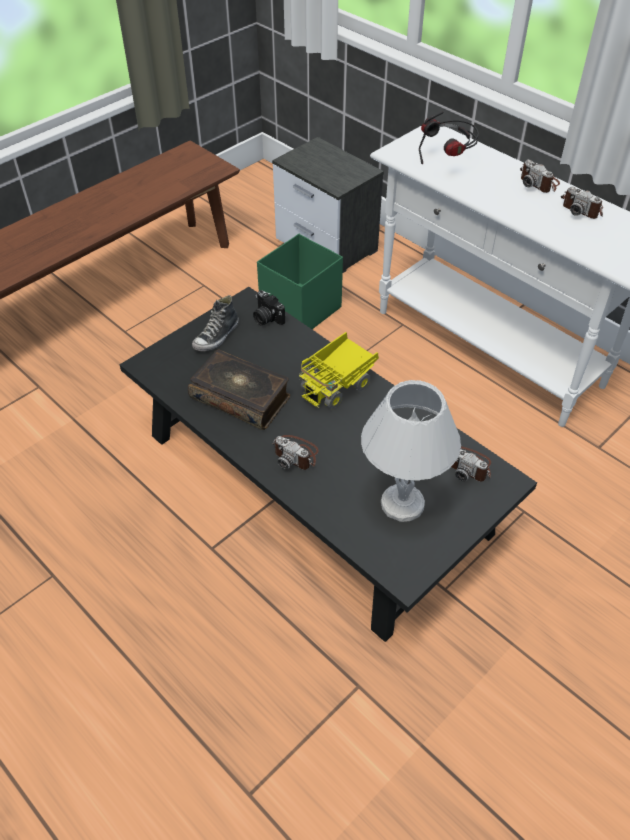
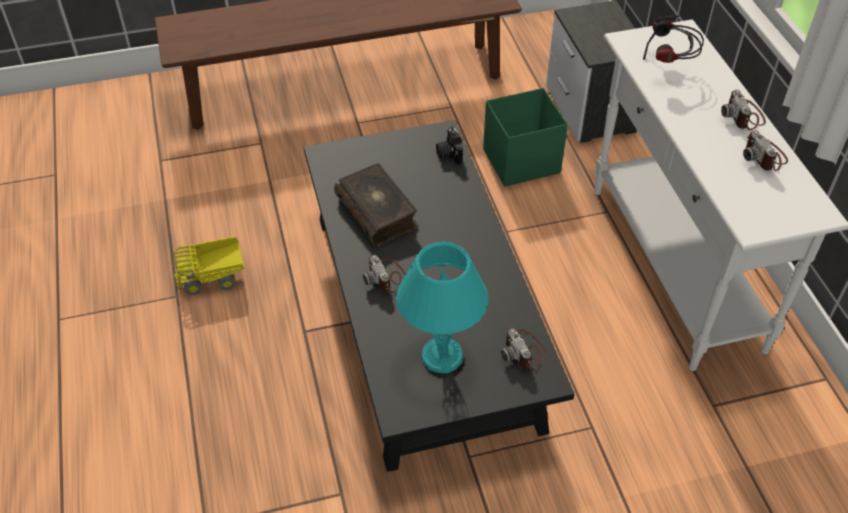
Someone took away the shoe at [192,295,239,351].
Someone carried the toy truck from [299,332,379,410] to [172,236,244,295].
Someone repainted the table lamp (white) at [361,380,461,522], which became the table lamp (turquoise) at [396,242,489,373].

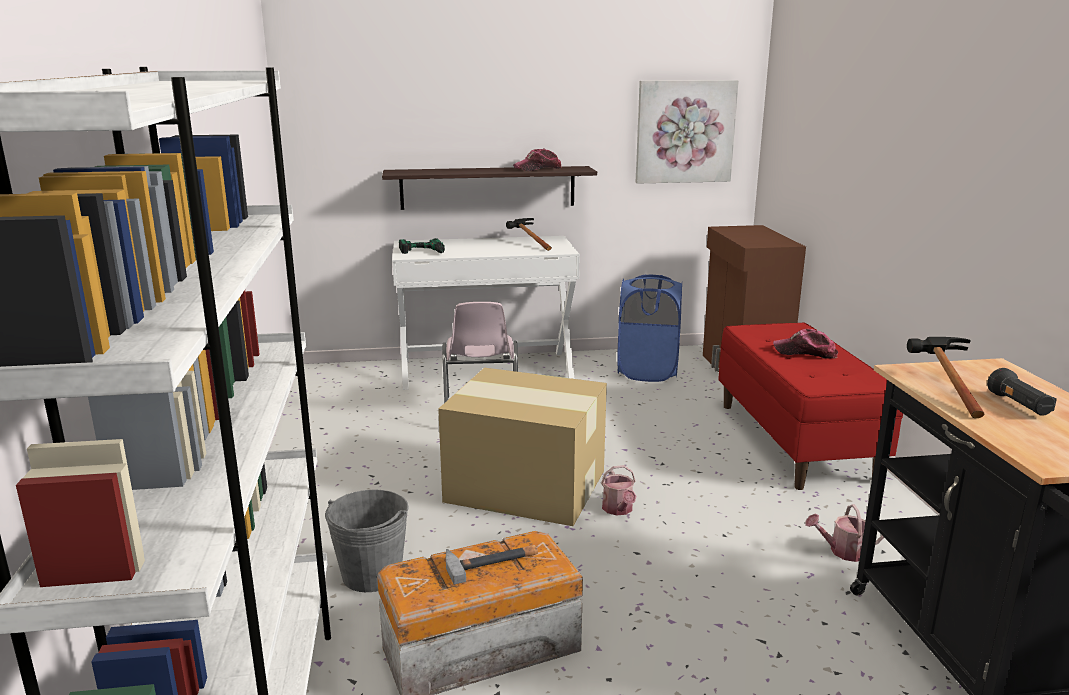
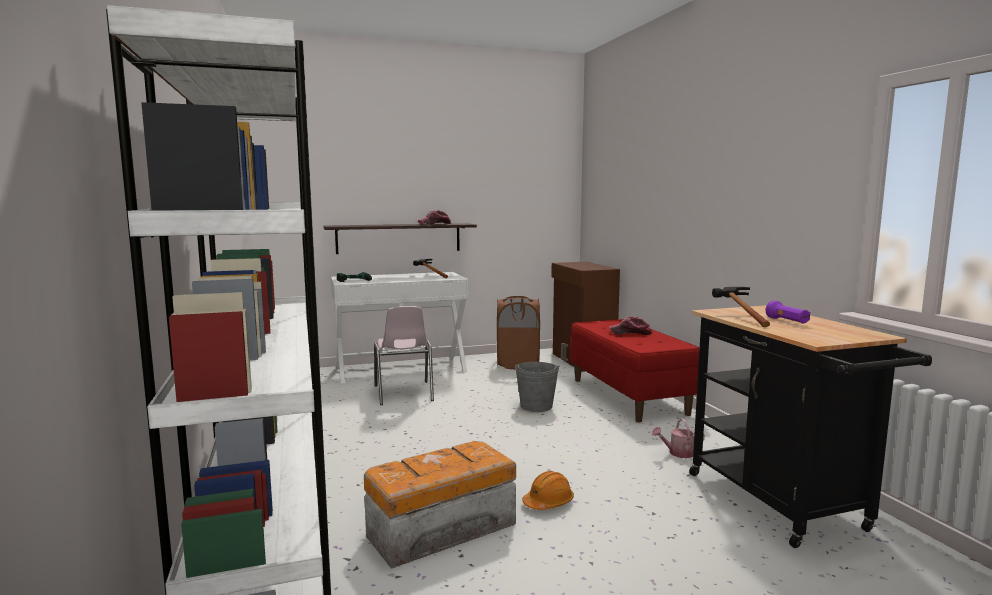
Someone carried the bucket (grey) from [325,490,409,592] to [515,362,560,412].
Someone took away the cardboard box at [438,368,607,526].
Someone took away the hammer at [446,545,538,584].
Someone took away the watering can at [601,465,637,516].
Someone repainted the laundry basket (blue) at [617,275,682,382], which became the laundry basket (brown) at [497,296,540,370].
Someone took away the picture at [636,80,739,184].
Someone repainted the flashlight (black) at [987,368,1057,416], which became the flashlight (purple) at [765,300,810,323].
Someone put down the hard hat (orange) at [522,471,574,510].

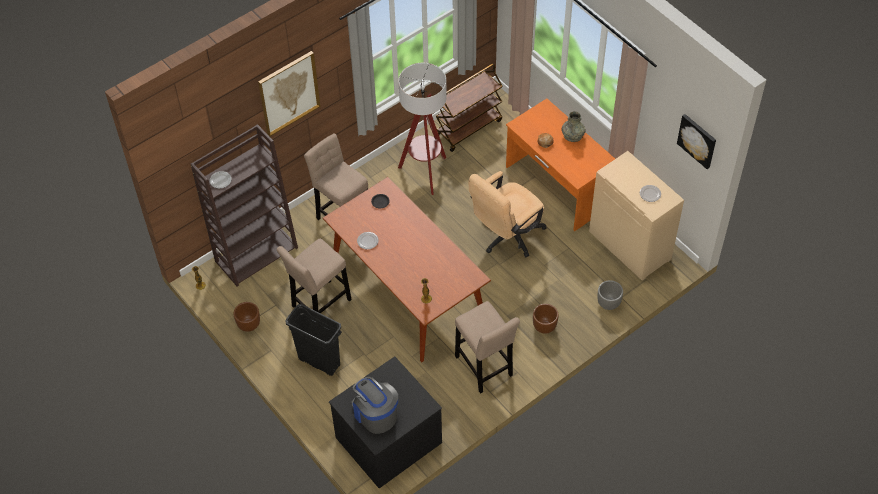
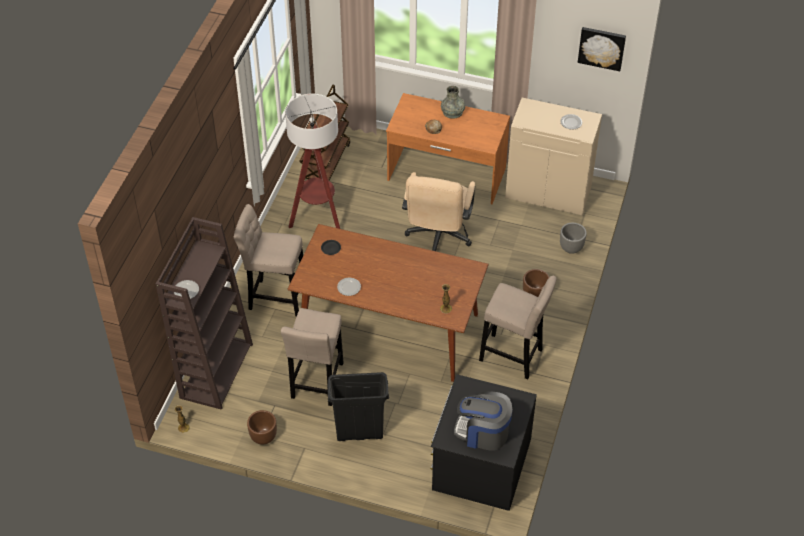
Someone took away the picture at [258,51,320,137].

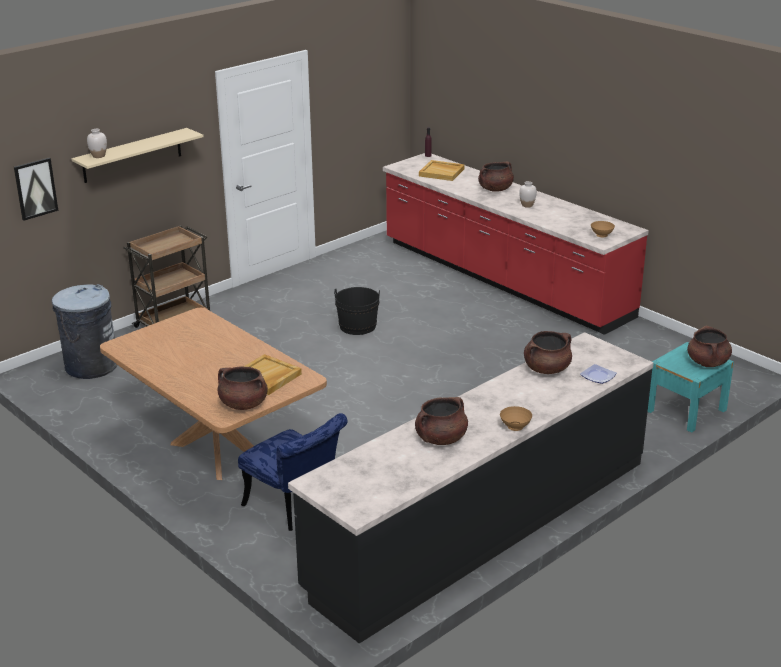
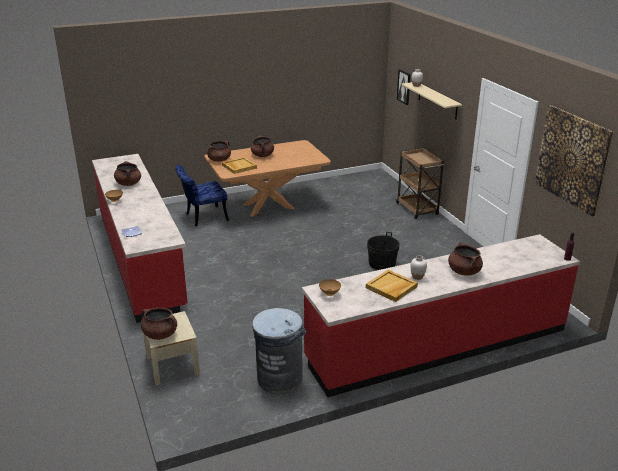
Someone carried the trash can (grey) from [52,284,117,379] to [252,308,307,394].
Someone repainted the counter (black) at [288,332,654,644], which became the counter (red) at [92,154,188,323].
Someone carried the tray (beige) from [419,160,465,181] to [366,270,418,302].
Someone carried the cooking pot (brown) from [524,331,572,374] to [251,136,274,157].
Someone repainted the nightstand (turquoise) at [648,342,734,433], which became the nightstand (beige) at [141,311,200,385].
Someone put up the picture at [535,105,614,217].

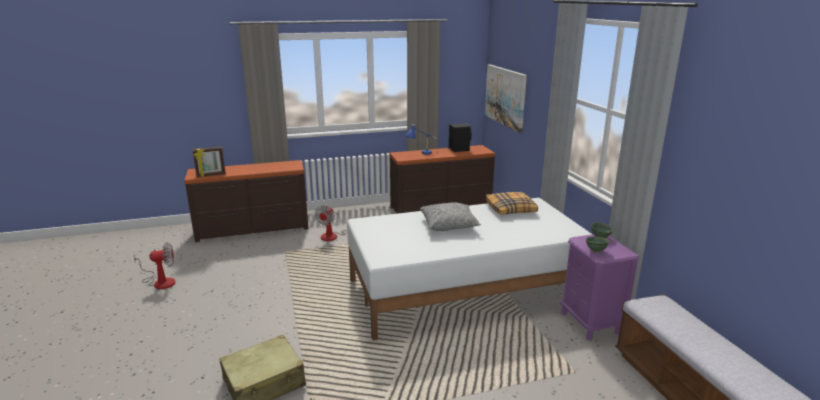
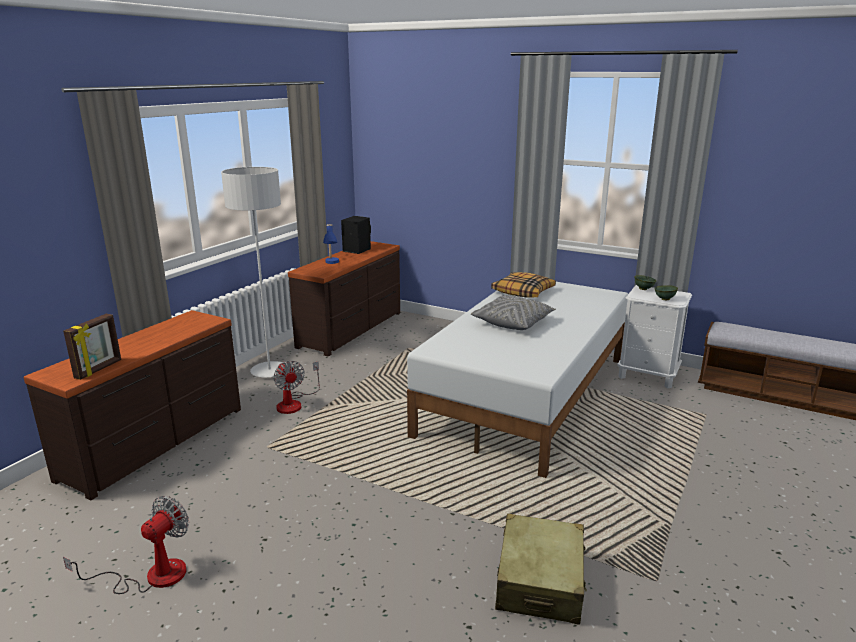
Someone took away the picture at [485,64,527,133].
Someone repainted the nightstand (purple) at [560,234,640,340], which became the nightstand (white) at [617,285,692,389].
Someone put down the floor lamp (grey) at [221,167,283,378].

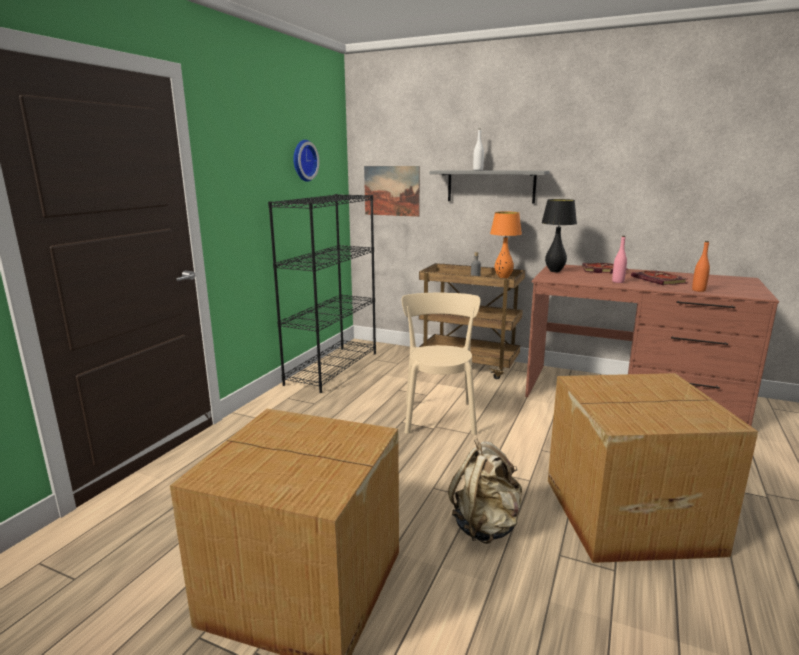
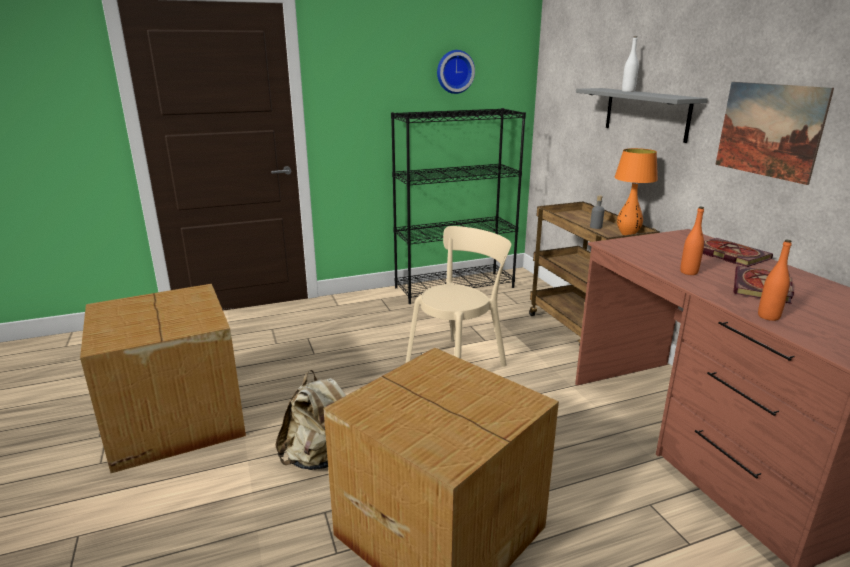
Someone carried the picture from [364,166,420,217] to [715,82,834,185].
Someone took away the table lamp (black) at [541,199,577,272].
Someone repainted the bottle (pink) at [612,236,627,283], which became the bottle (orange) at [680,207,704,275].

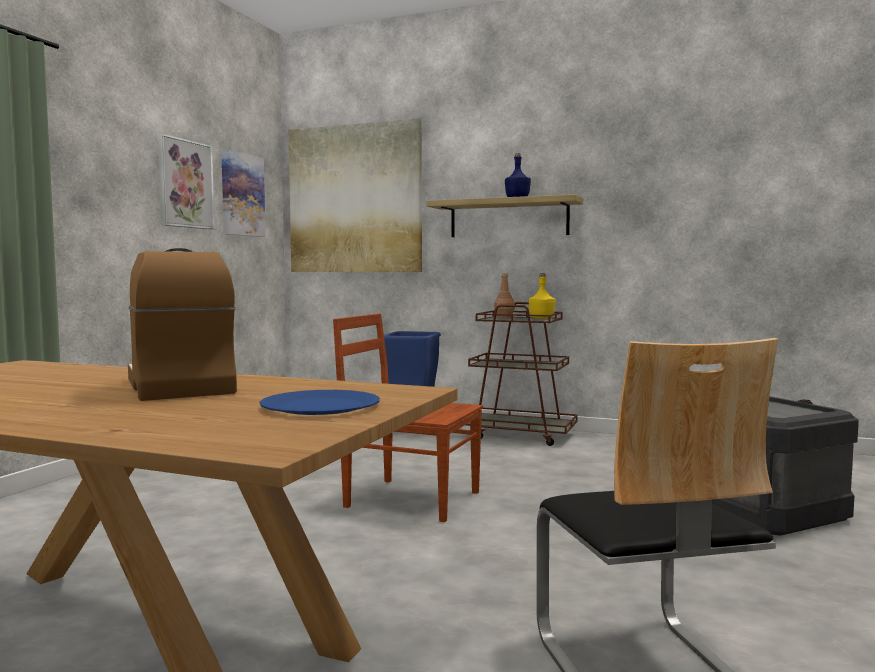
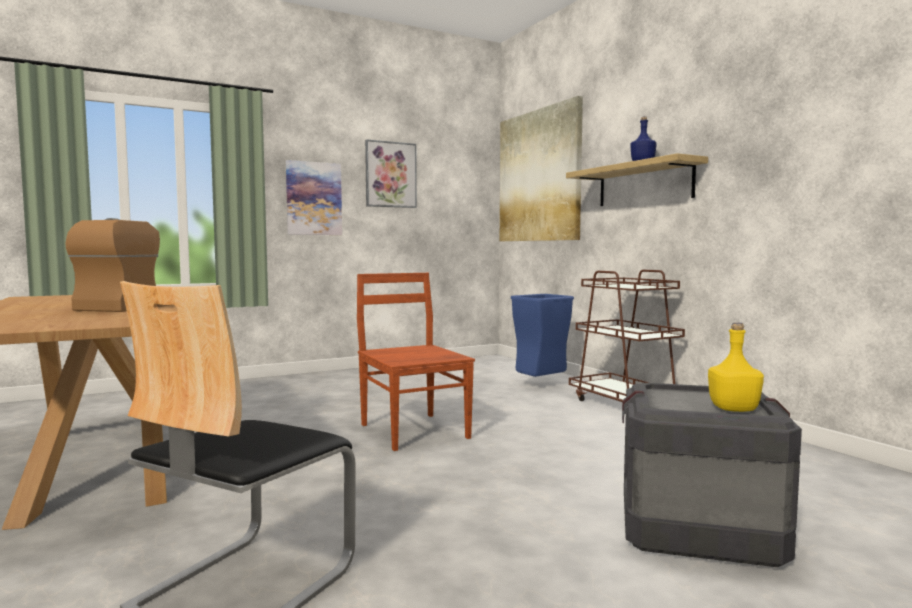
Someone carried the picture from [221,149,266,237] to [286,160,342,235].
Someone took away the plate (blue) at [260,390,380,415].
Someone took away the bottle (brown) at [494,273,515,318].
Someone carried the bottle (yellow) from [529,273,556,319] to [708,322,764,412].

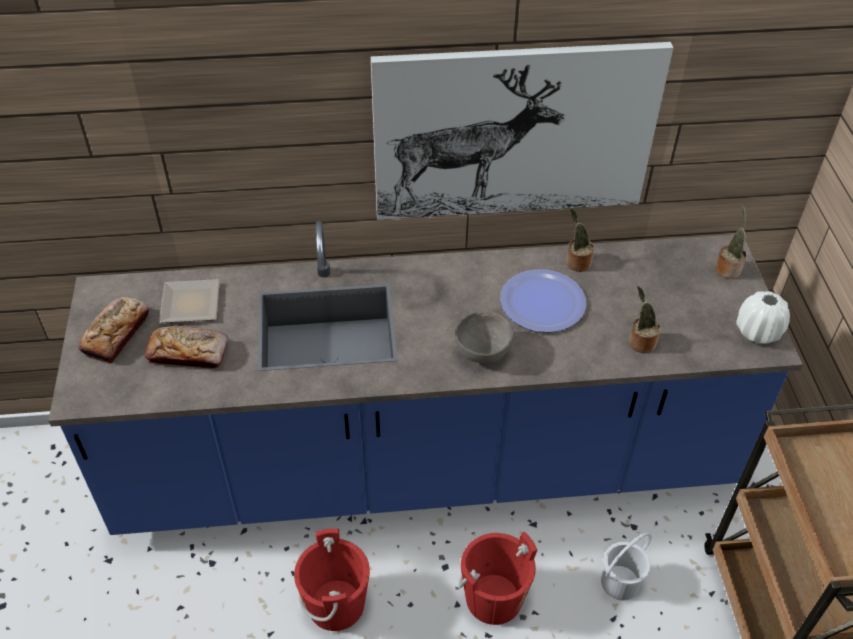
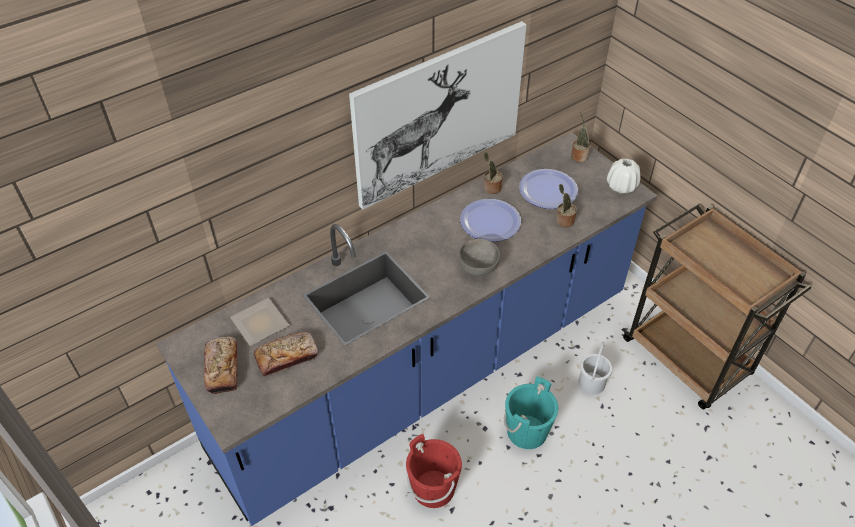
Someone repainted the bucket (red) at [459,532,537,625], which became the bucket (turquoise) at [504,376,558,449].
Someone put down the plate at [519,169,578,209].

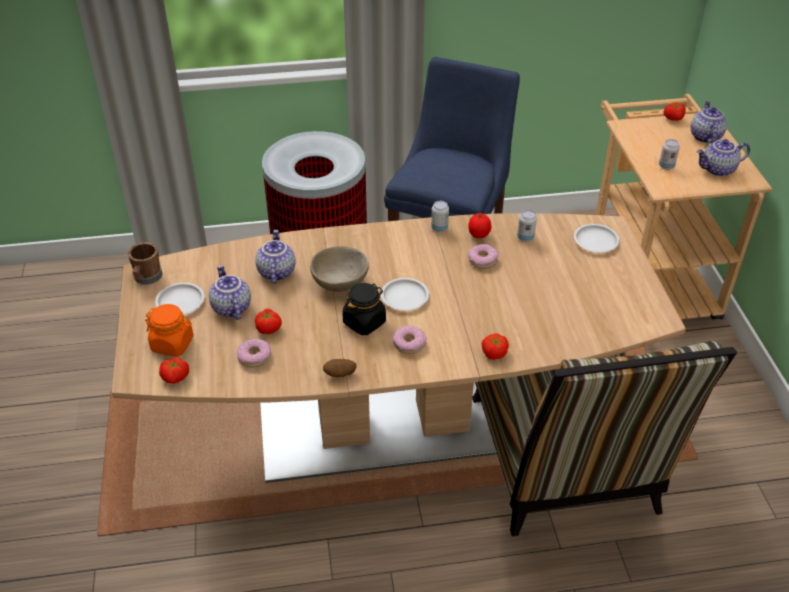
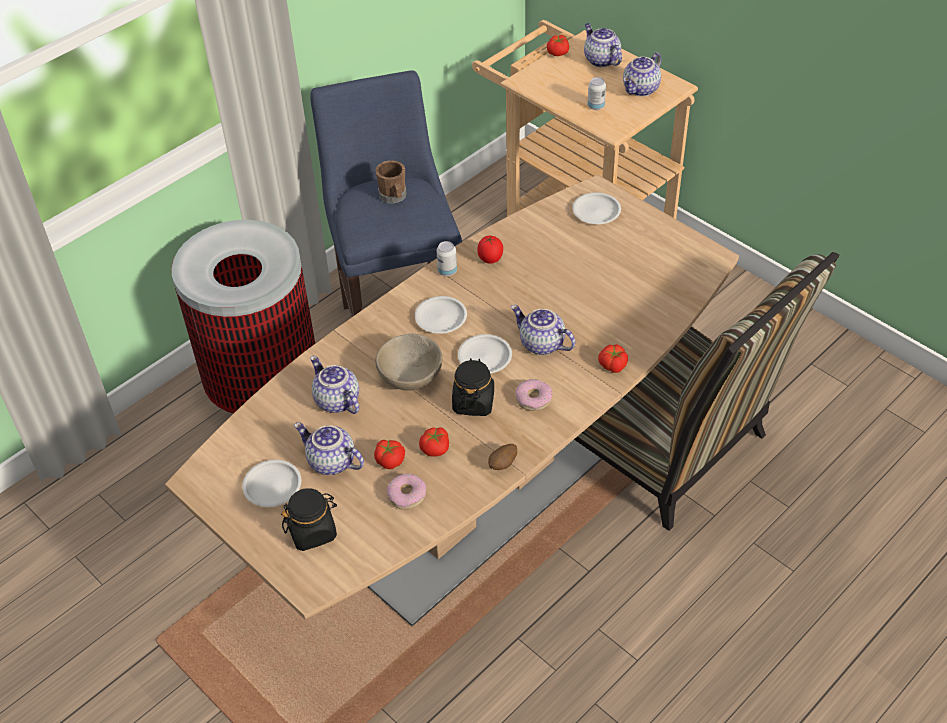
Someone carried the mug (brown) from [128,242,162,285] to [375,160,407,204].
Someone repainted the jar (orange) at [145,304,194,357], which became the jar (black) at [281,488,337,551].
Someone carried the tomato from [159,357,189,384] to [419,427,449,457].
Someone took away the donut at [468,244,499,269].
Someone took away the can at [517,210,537,242].
Someone put down the plate (white) at [415,296,467,334].
Someone put down the teapot at [511,305,575,355].

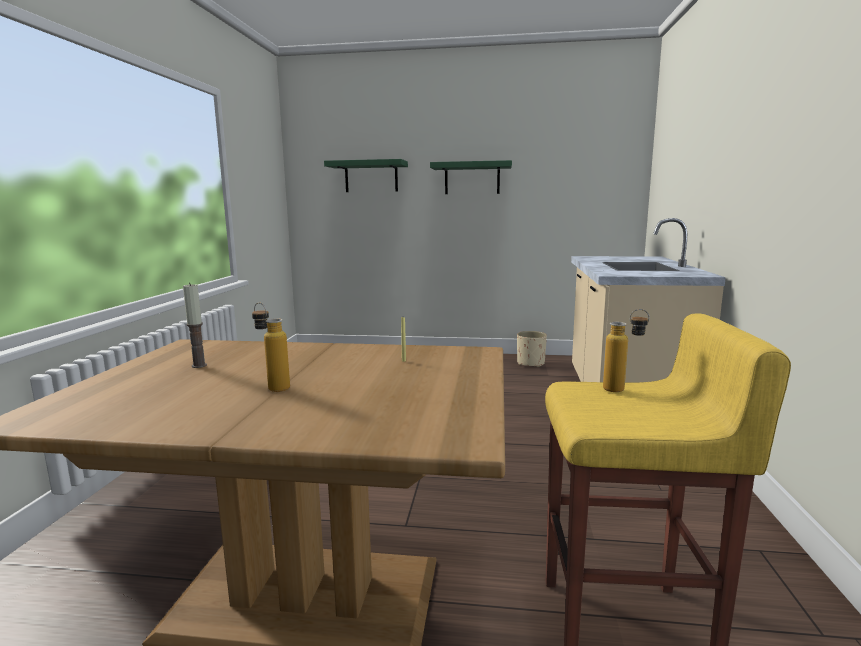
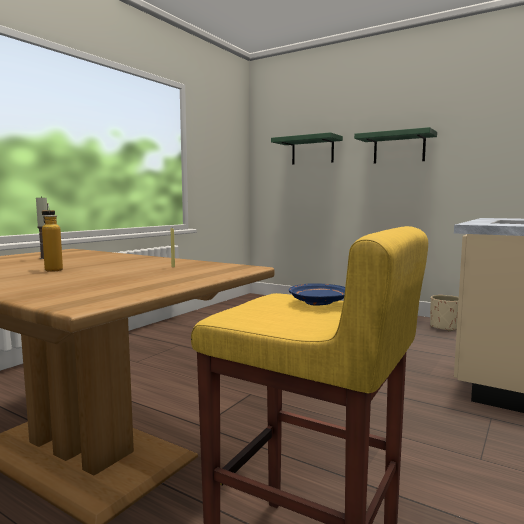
Someone swapped the bottle at [603,309,649,392] for the plate (blue) at [289,283,345,306].

